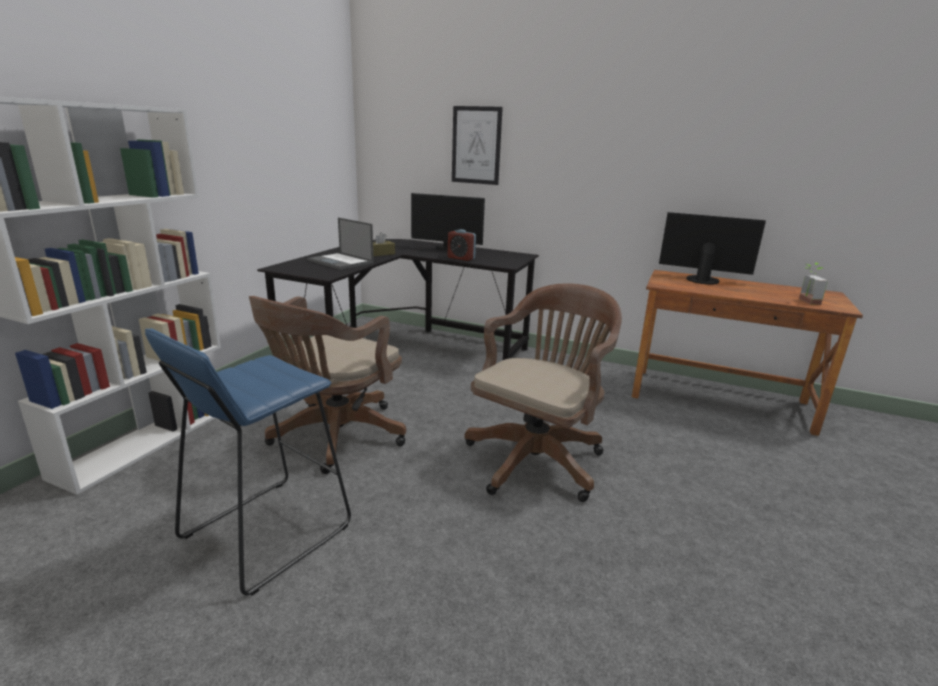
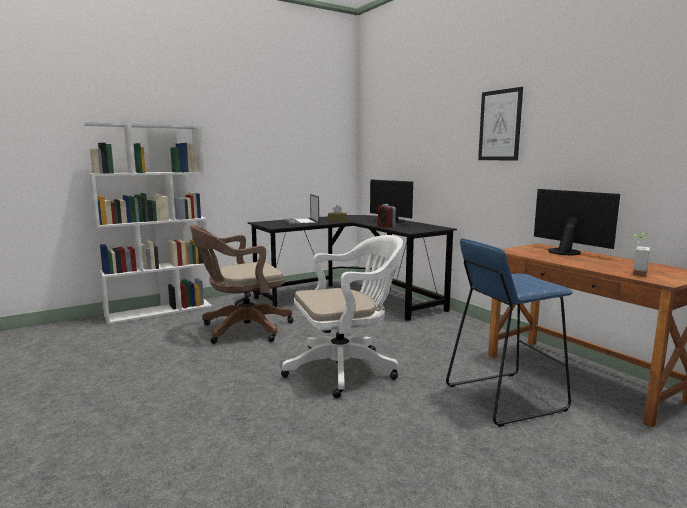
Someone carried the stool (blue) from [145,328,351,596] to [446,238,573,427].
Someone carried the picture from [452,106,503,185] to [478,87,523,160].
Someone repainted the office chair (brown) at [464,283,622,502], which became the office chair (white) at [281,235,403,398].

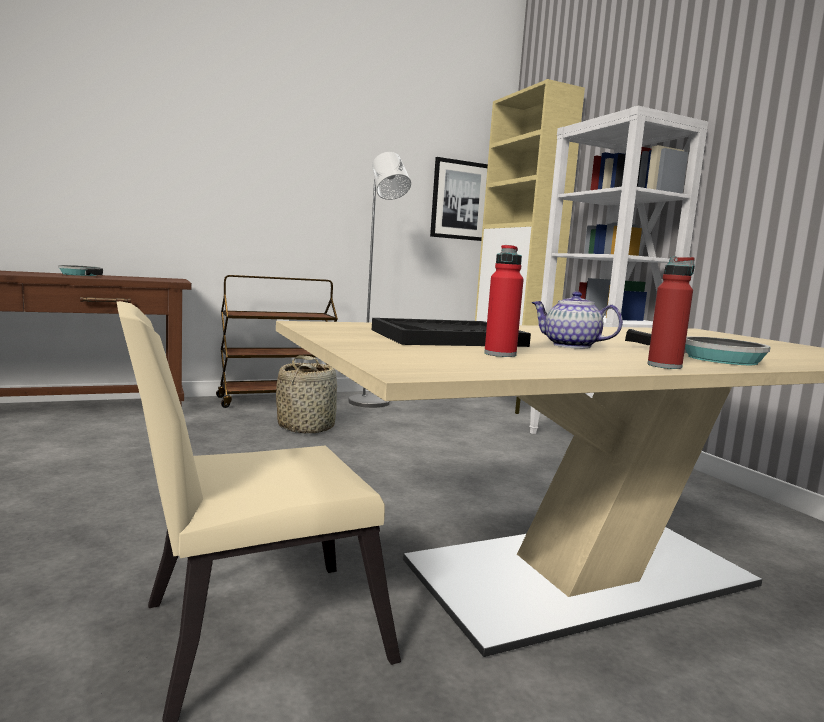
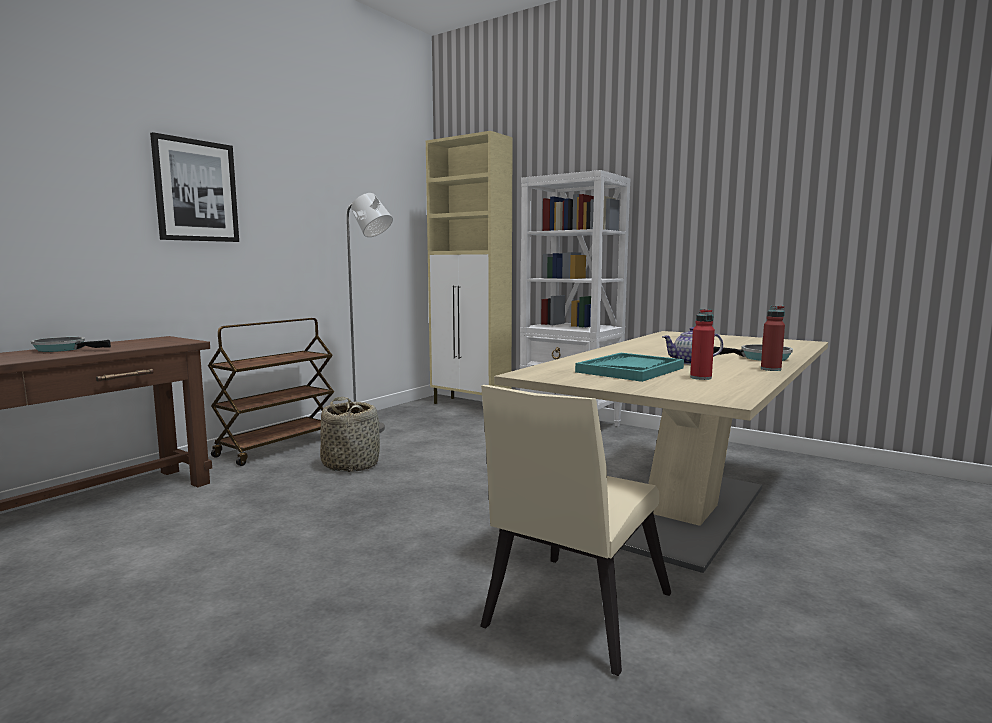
Someone repainted the tray (black) at [372,318,531,347], which became the tray (turquoise) at [575,353,684,382].
Someone carried the picture from [430,157,488,241] to [150,132,239,242].

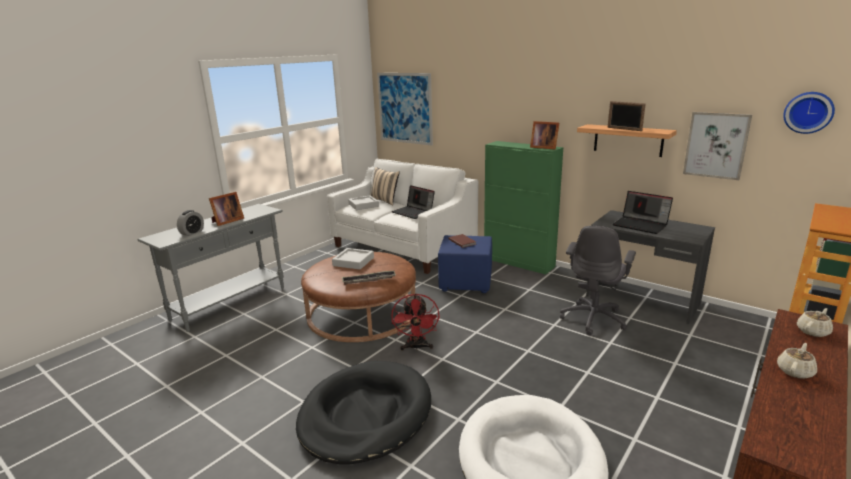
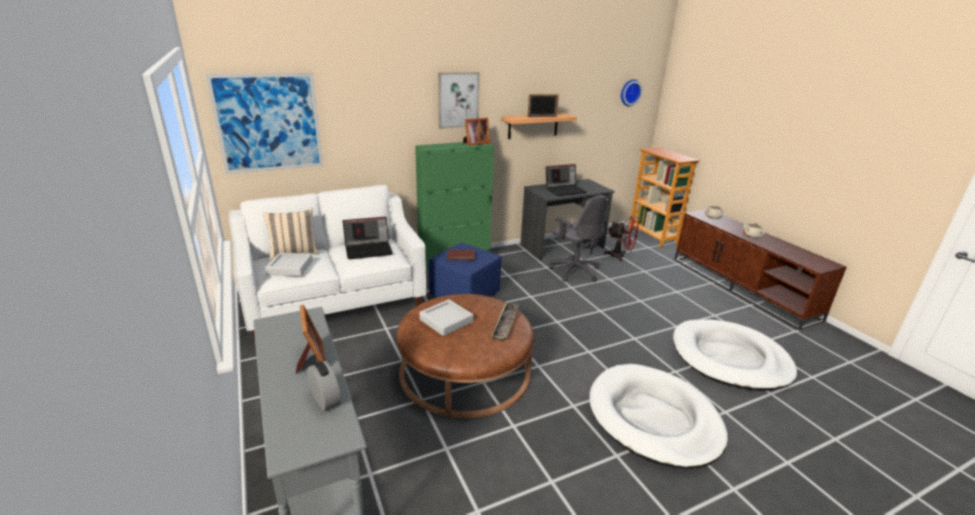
Someone repainted the dog bed (black) at [296,361,431,464], which became the dog bed (white) at [589,364,728,469].
Someone carried the fan (red) from [391,293,440,351] to [604,216,640,261].
Someone carried the picture from [683,112,752,180] to [438,72,480,129].

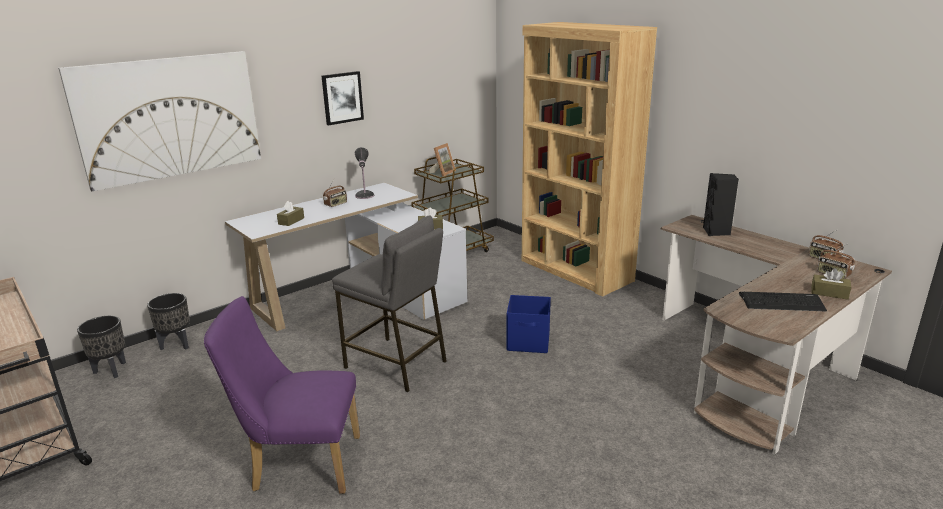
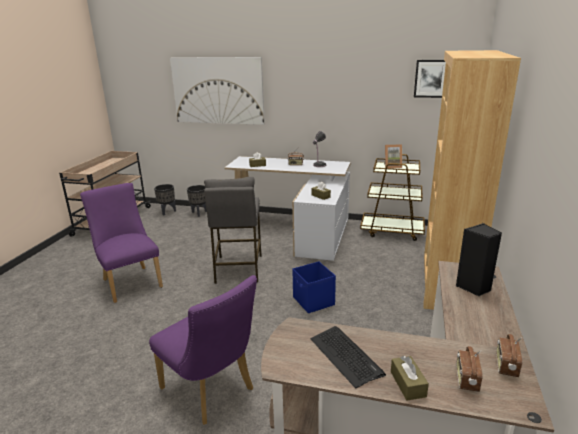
Someone carried the picture from [322,71,364,126] to [414,60,446,98].
Someone put down the chair (purple) at [149,275,257,425].

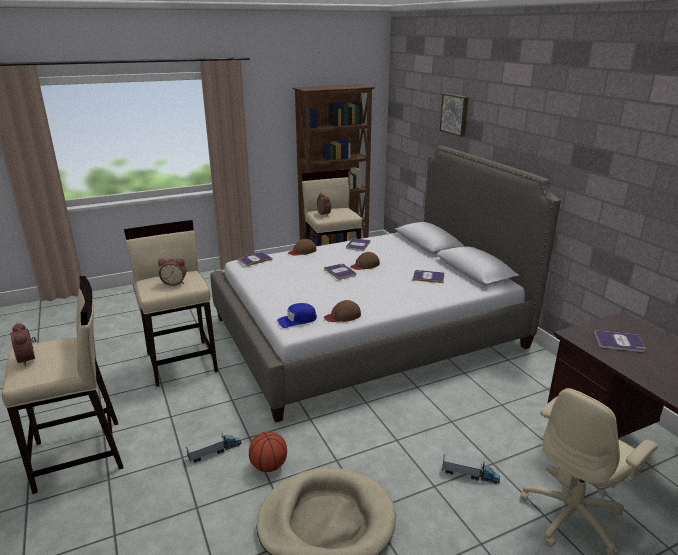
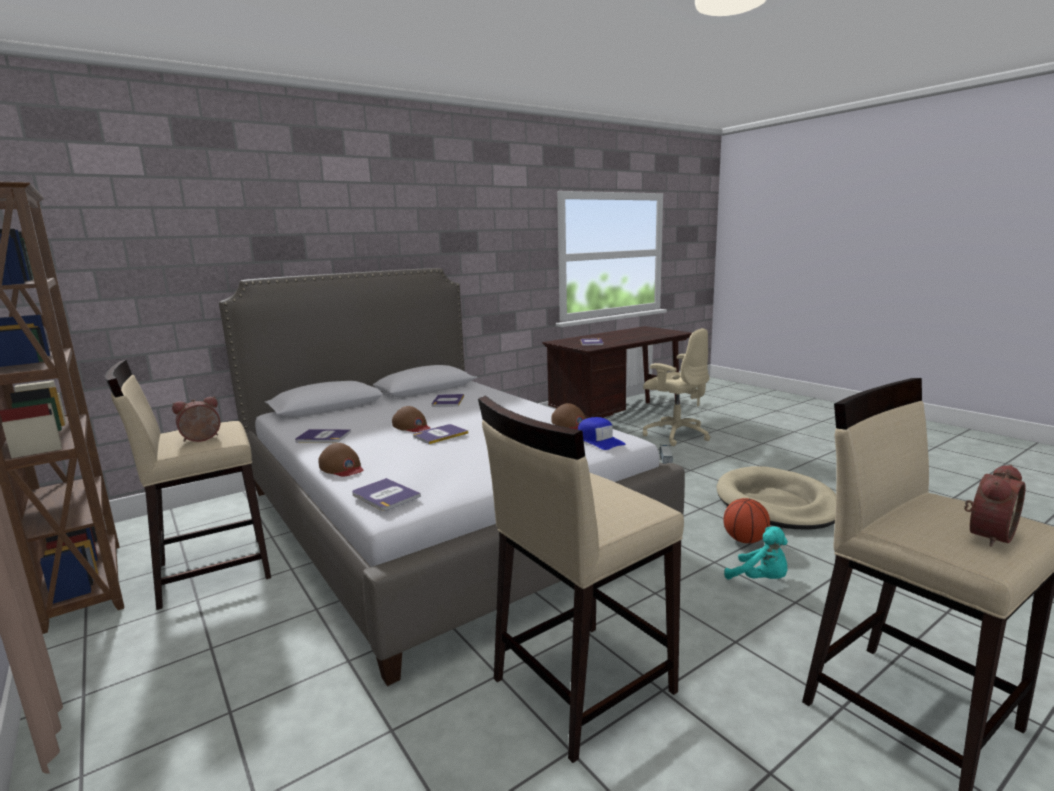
Someone took away the alarm clock at [158,258,186,286].
Someone swapped the toy truck at [186,433,242,463] for the plush toy (turquoise) at [724,526,788,579].
Someone took away the picture at [440,93,469,137].

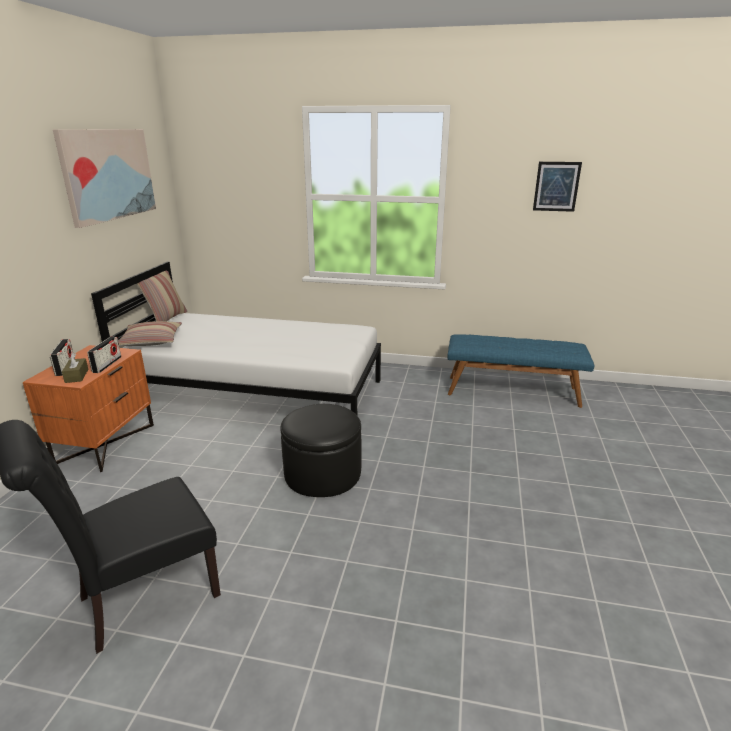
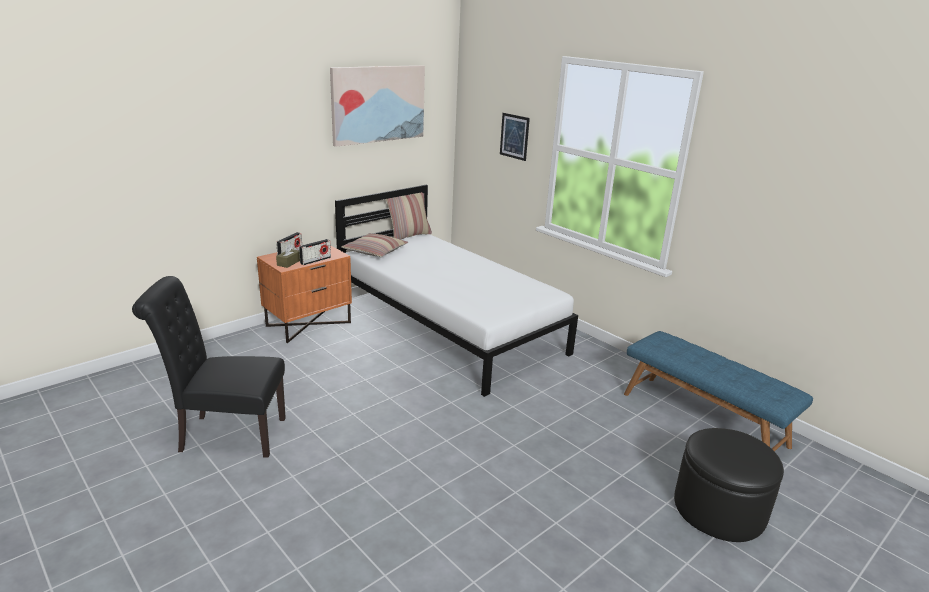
Someone carried the ottoman (black) from [281,404,362,497] to [674,428,784,542].
Someone carried the picture from [533,162,582,212] to [500,113,530,161].

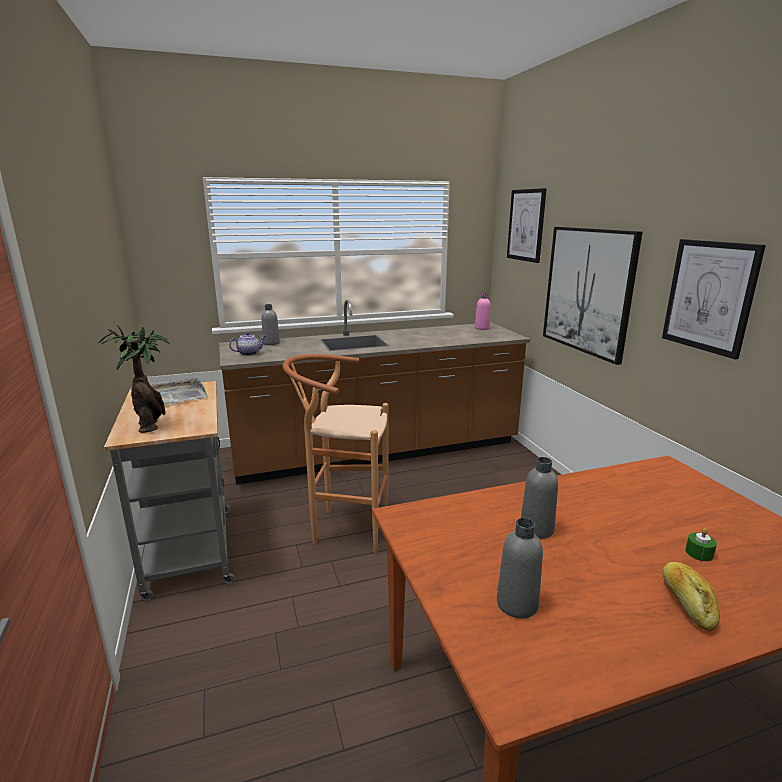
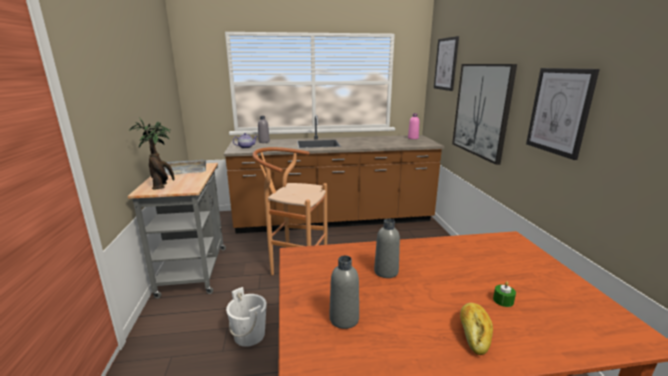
Someone put down the bucket (white) at [226,287,267,347].

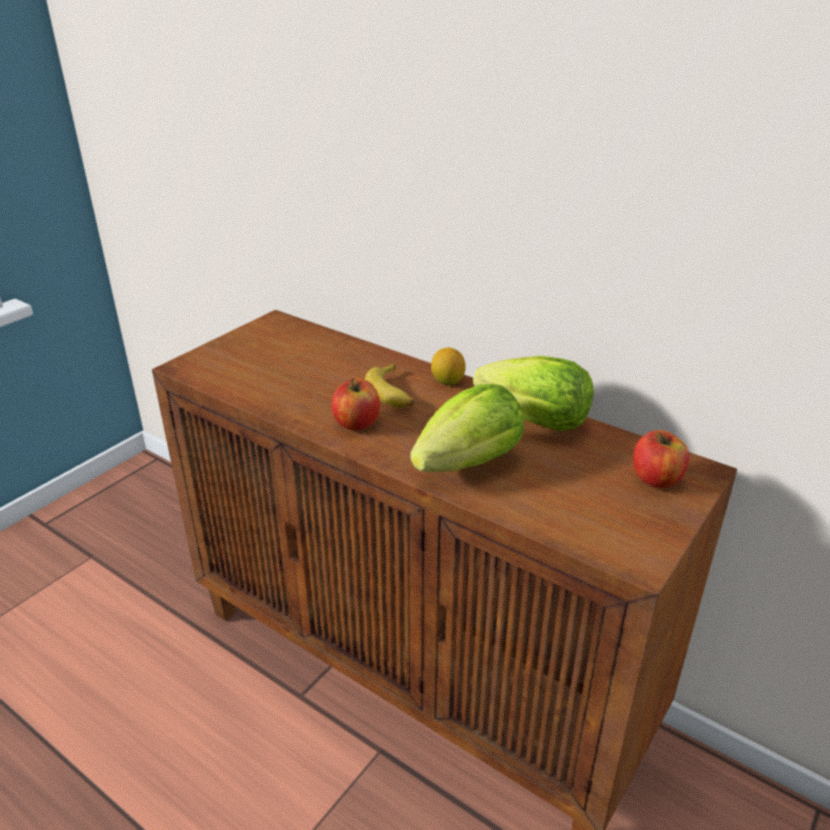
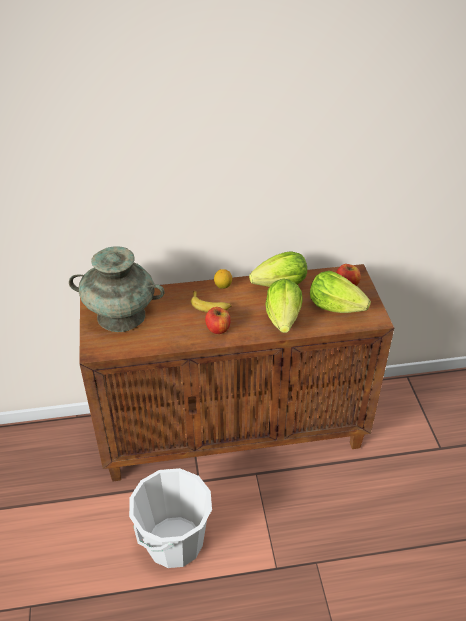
Someone put down the vase (turquoise) at [69,246,164,332].
Someone put down the bucket (white) at [129,468,212,568].
Someone put down the lettuce at [310,271,371,313].

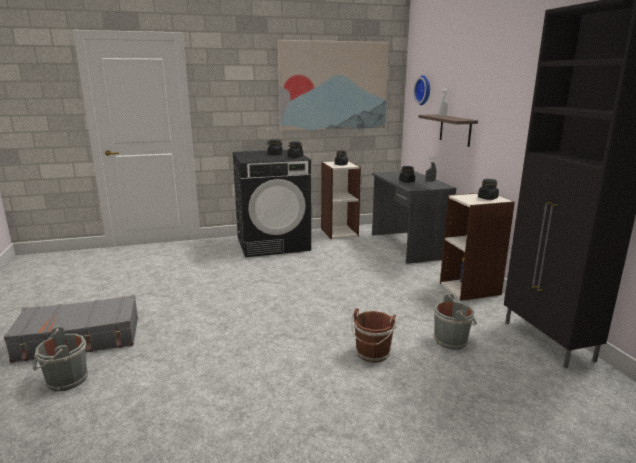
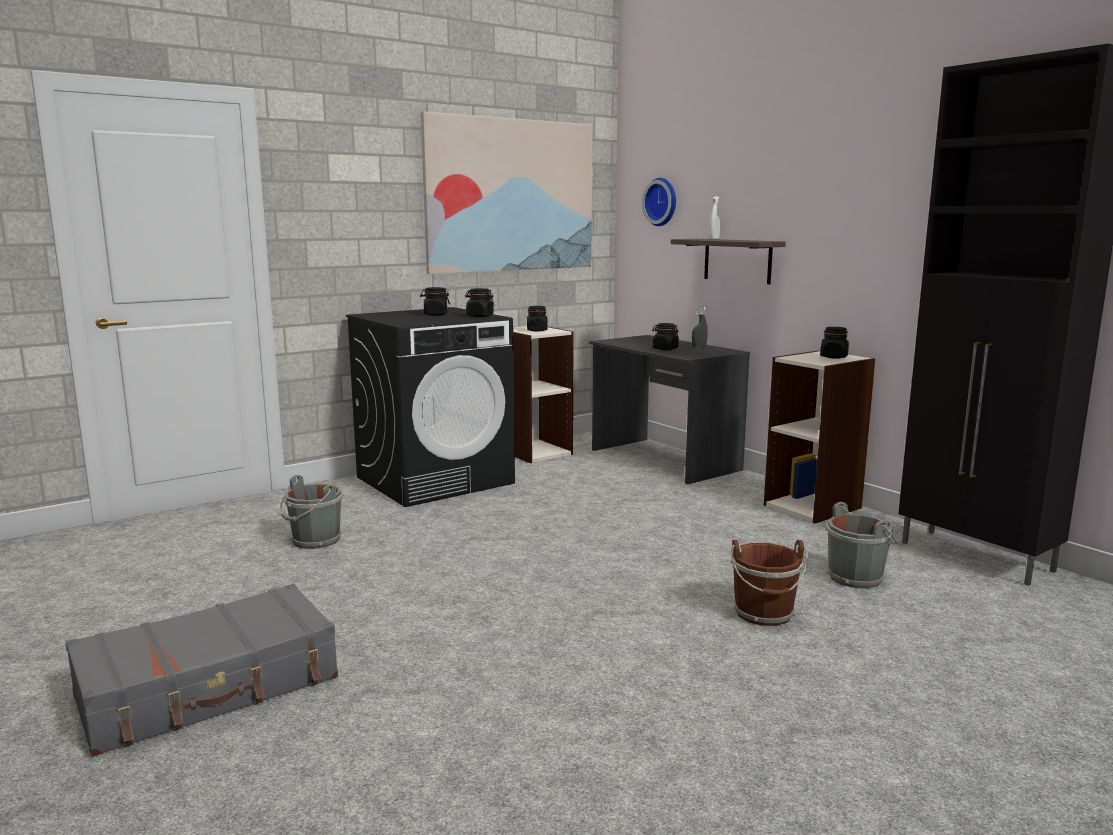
Someone carried the bucket (grey) from [32,326,88,391] to [280,475,344,549].

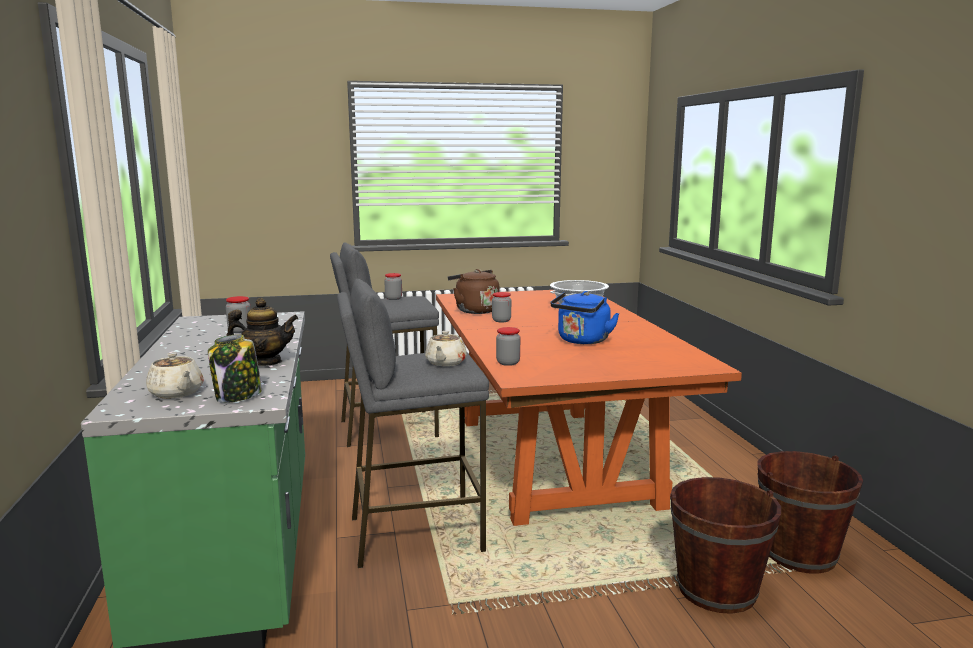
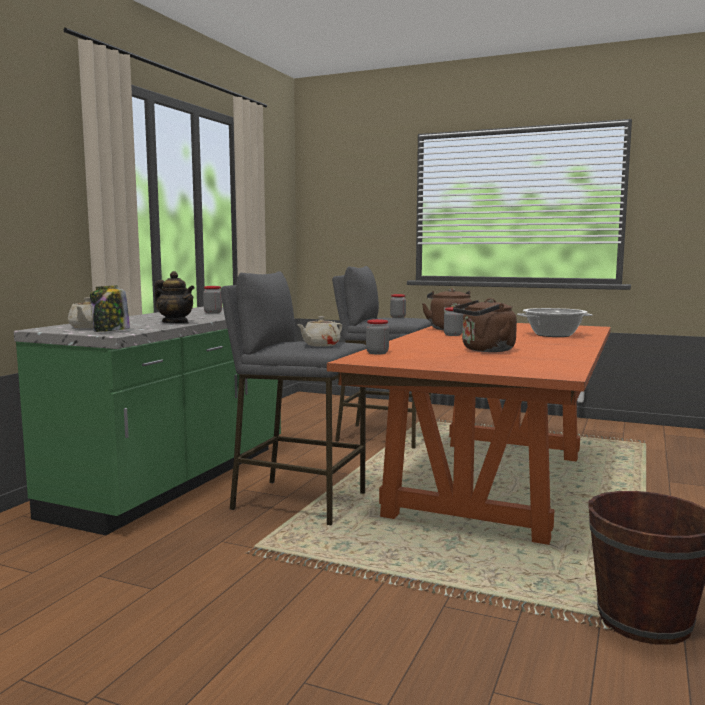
Someone repainted the kettle (blue) at [550,291,620,344], which became the kettle (brown) at [453,298,517,352].
Someone took away the bucket (brown) at [670,477,781,614].

